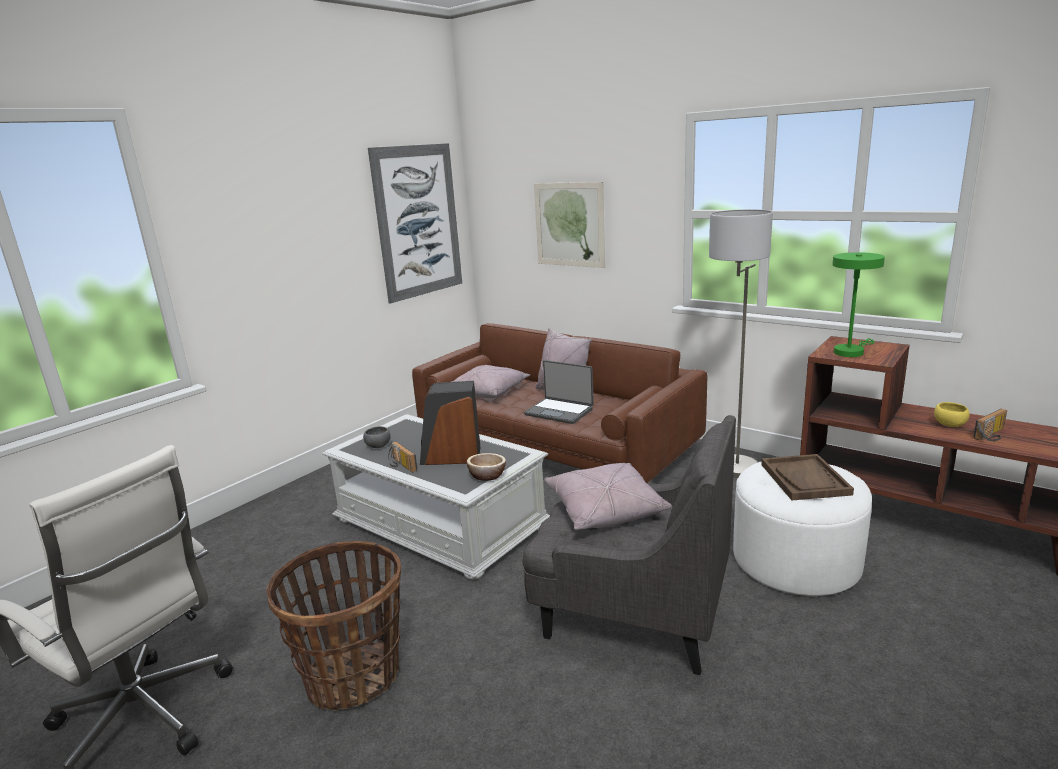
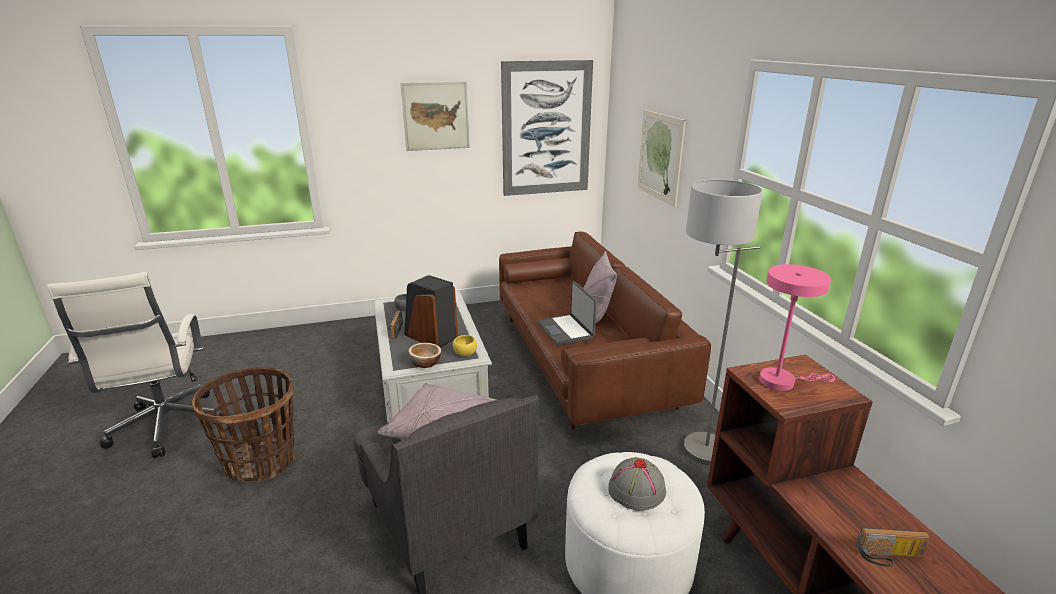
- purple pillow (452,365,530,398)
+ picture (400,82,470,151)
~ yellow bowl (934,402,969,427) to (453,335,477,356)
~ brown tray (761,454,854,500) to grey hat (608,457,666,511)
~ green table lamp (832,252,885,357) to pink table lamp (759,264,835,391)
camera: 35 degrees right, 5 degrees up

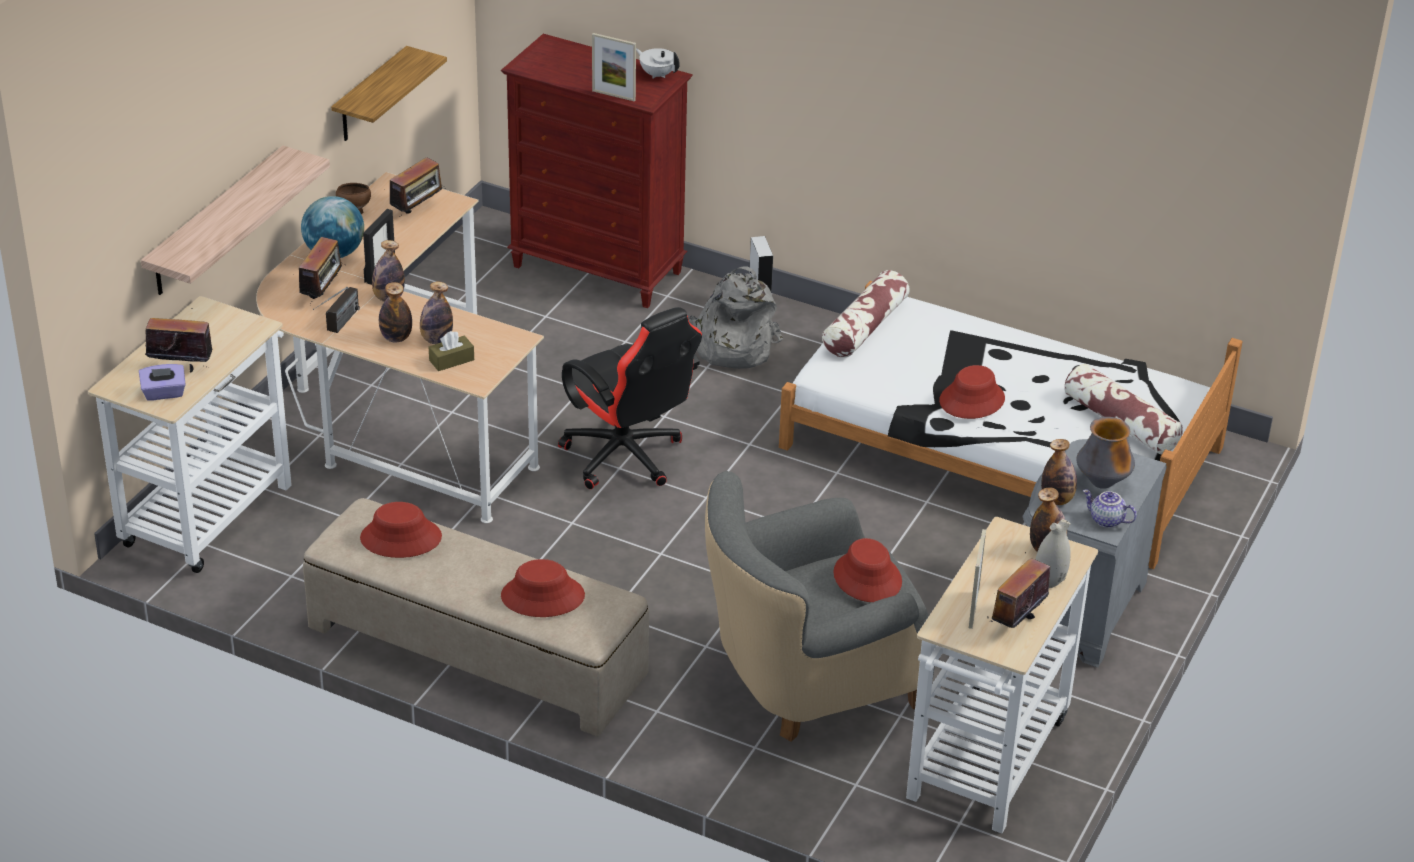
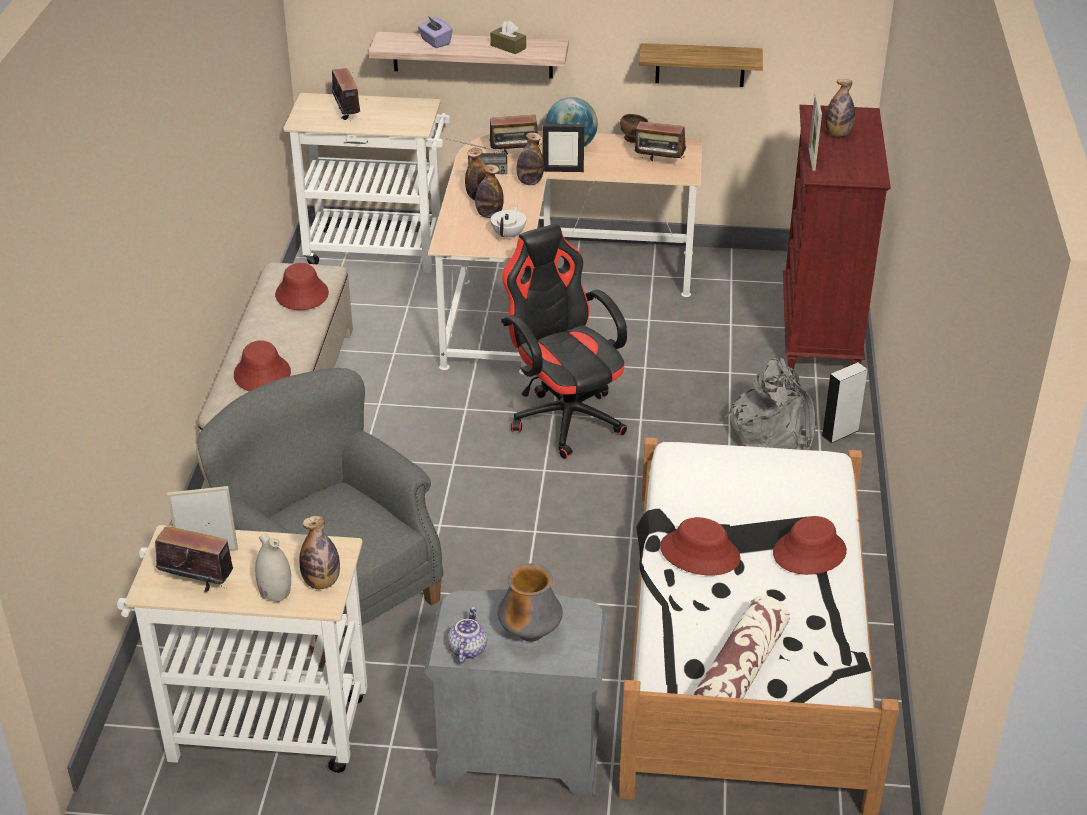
- pillow (822,270,910,358)
~ purple tissue box (139,364,186,401) to (418,16,452,48)
~ brown tissue box (429,331,474,371) to (490,20,526,54)
~ white teapot (636,48,680,78) to (491,205,526,240)
~ red hat (833,538,902,602) to (773,516,847,575)
~ bottle (1041,439,1077,505) to (825,79,855,137)
~ black office chair (558,307,702,489) = (501,224,627,459) 120 degrees clockwise
camera: 70 degrees right, 0 degrees up

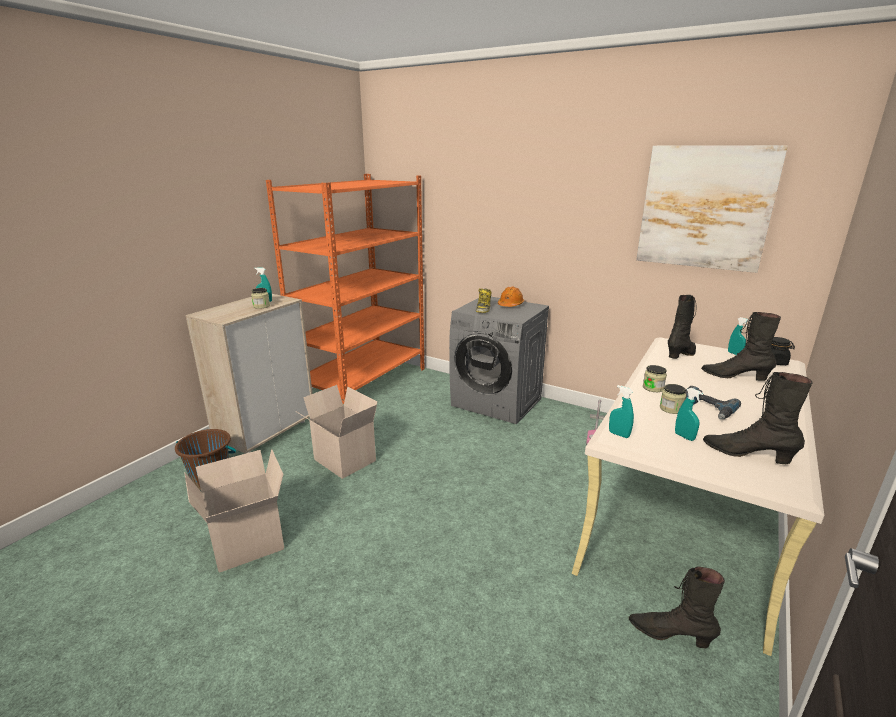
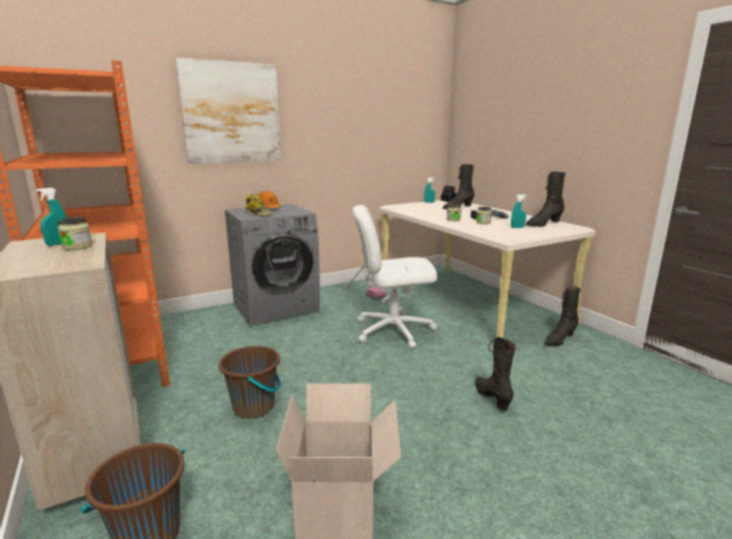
- turquoise spray bottle (609,385,634,438)
+ white office chair (352,205,437,349)
~ picture (636,145,788,273) to (175,58,281,164)
~ black boot (668,295,696,359) to (475,337,516,411)
~ cardboard box (295,385,378,479) to brown bucket (219,346,281,419)
camera: 60 degrees left, 5 degrees down

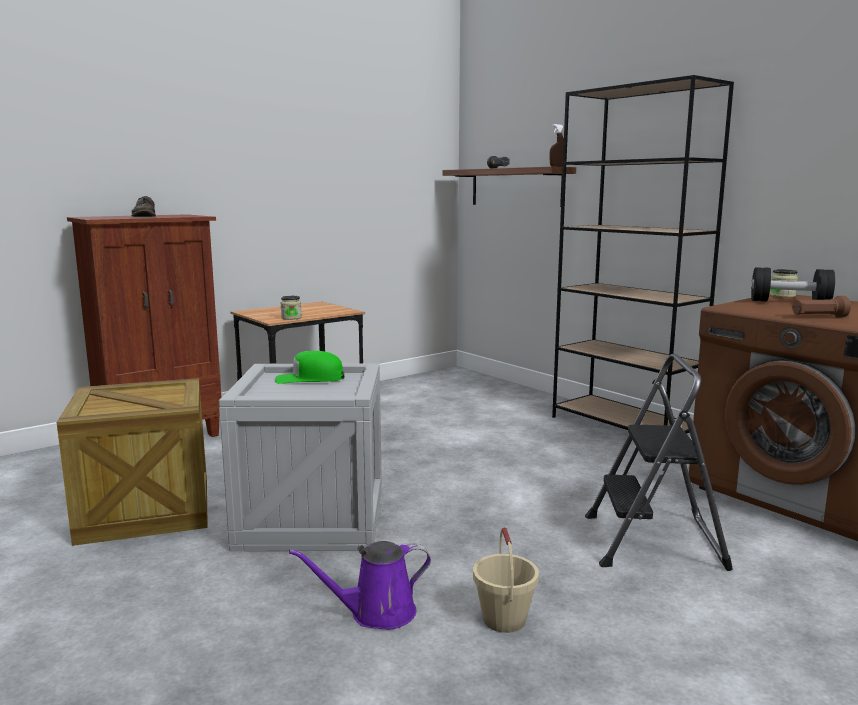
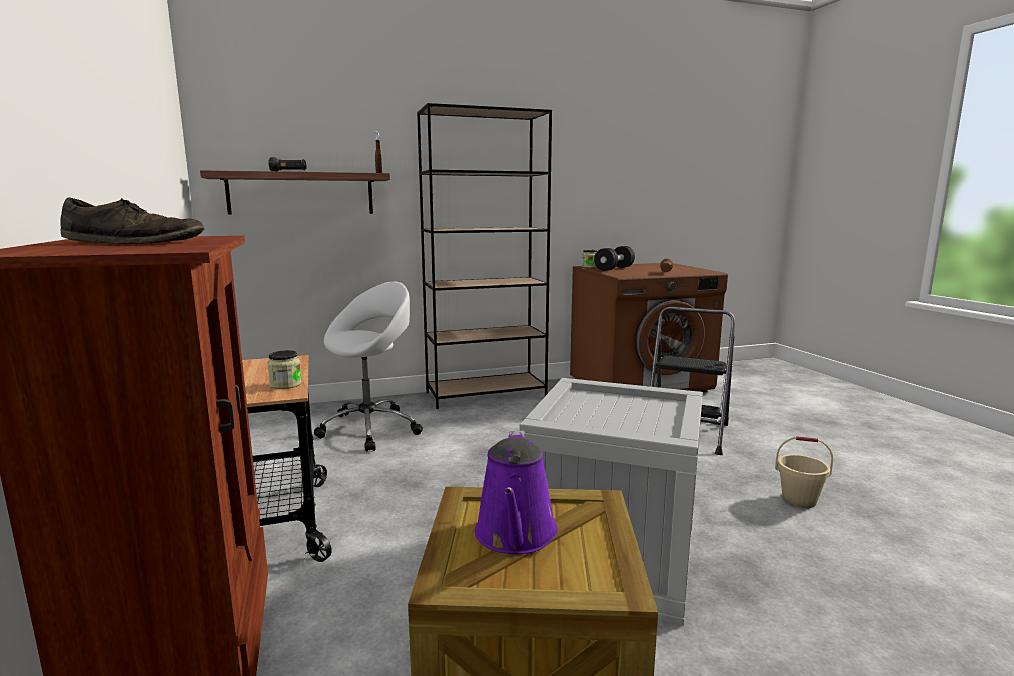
- green cap (275,351,344,384)
+ white office chair (314,281,423,451)
~ purple watering can (289,541,431,630) to (475,431,558,554)
camera: 70 degrees left, 0 degrees up

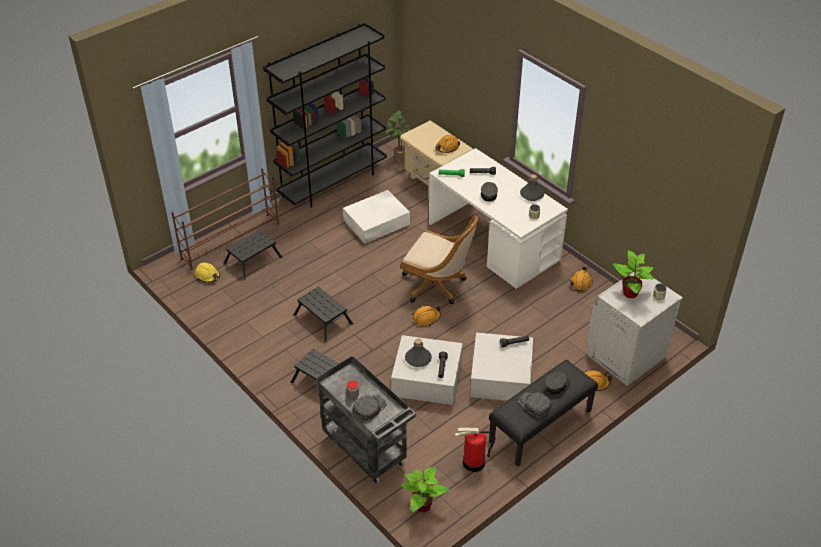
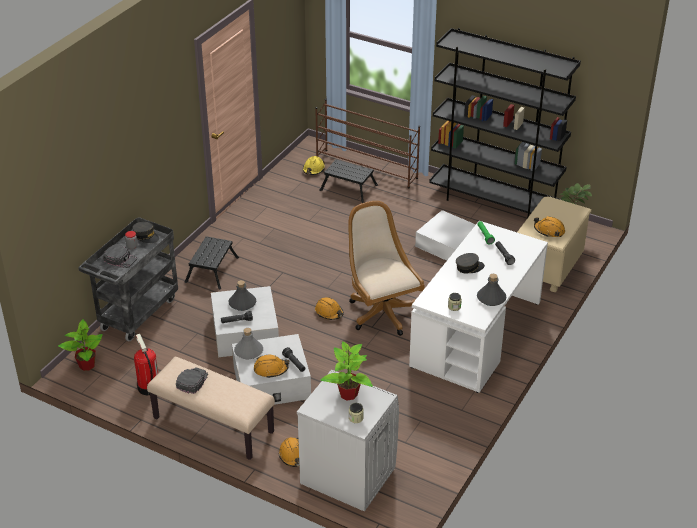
- black step ladder (293,286,354,342)
+ grey bottle (234,328,263,359)
~ grey cap (545,372,571,394) to (132,222,159,243)
~ orange hard hat (570,266,593,291) to (254,355,289,378)
~ black bench (489,360,598,467) to beige bench (147,357,275,460)
~ office chair (400,216,478,304) = (348,201,424,336) 150 degrees clockwise
camera: 70 degrees right, 5 degrees down

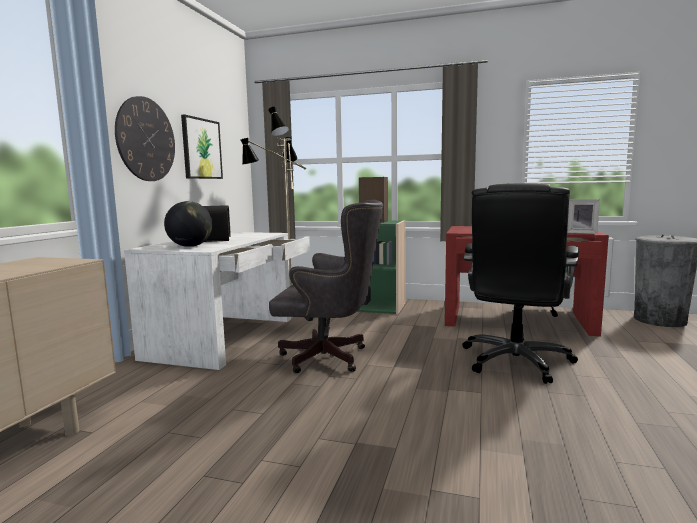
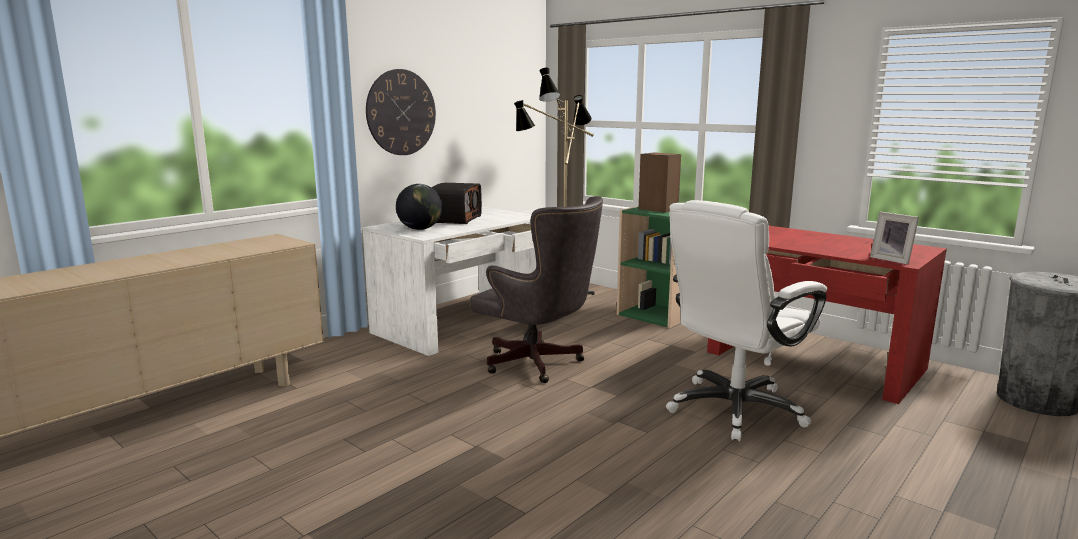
- picture (181,114,223,179)
~ black office chair (462,183,580,384) to white office chair (666,200,827,441)
camera: 25 degrees right, 5 degrees up

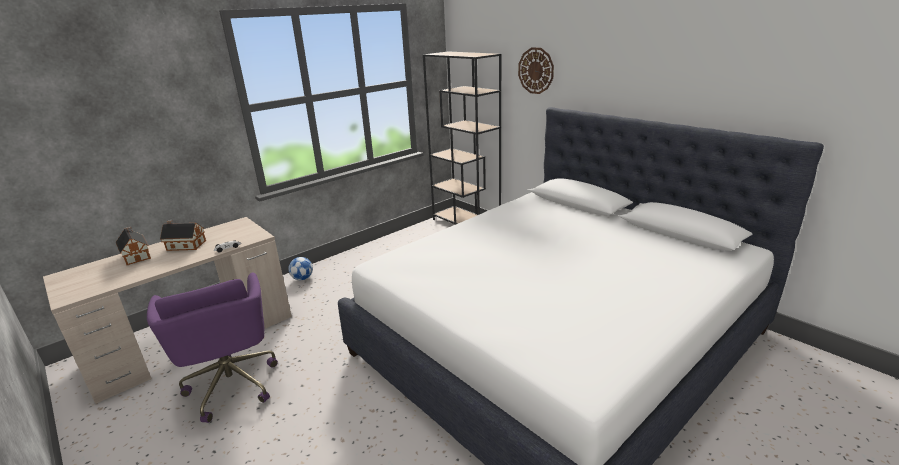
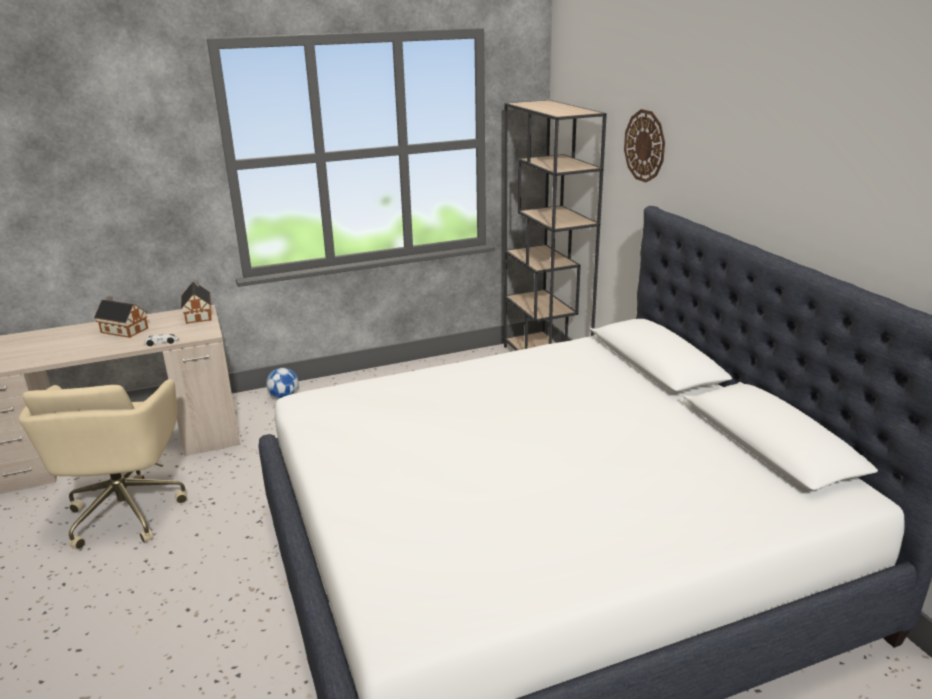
~ toy house (116,226,151,265) to (181,280,212,324)
~ purple office chair (147,272,278,423) to beige office chair (19,379,187,550)
camera: 20 degrees right, 0 degrees up

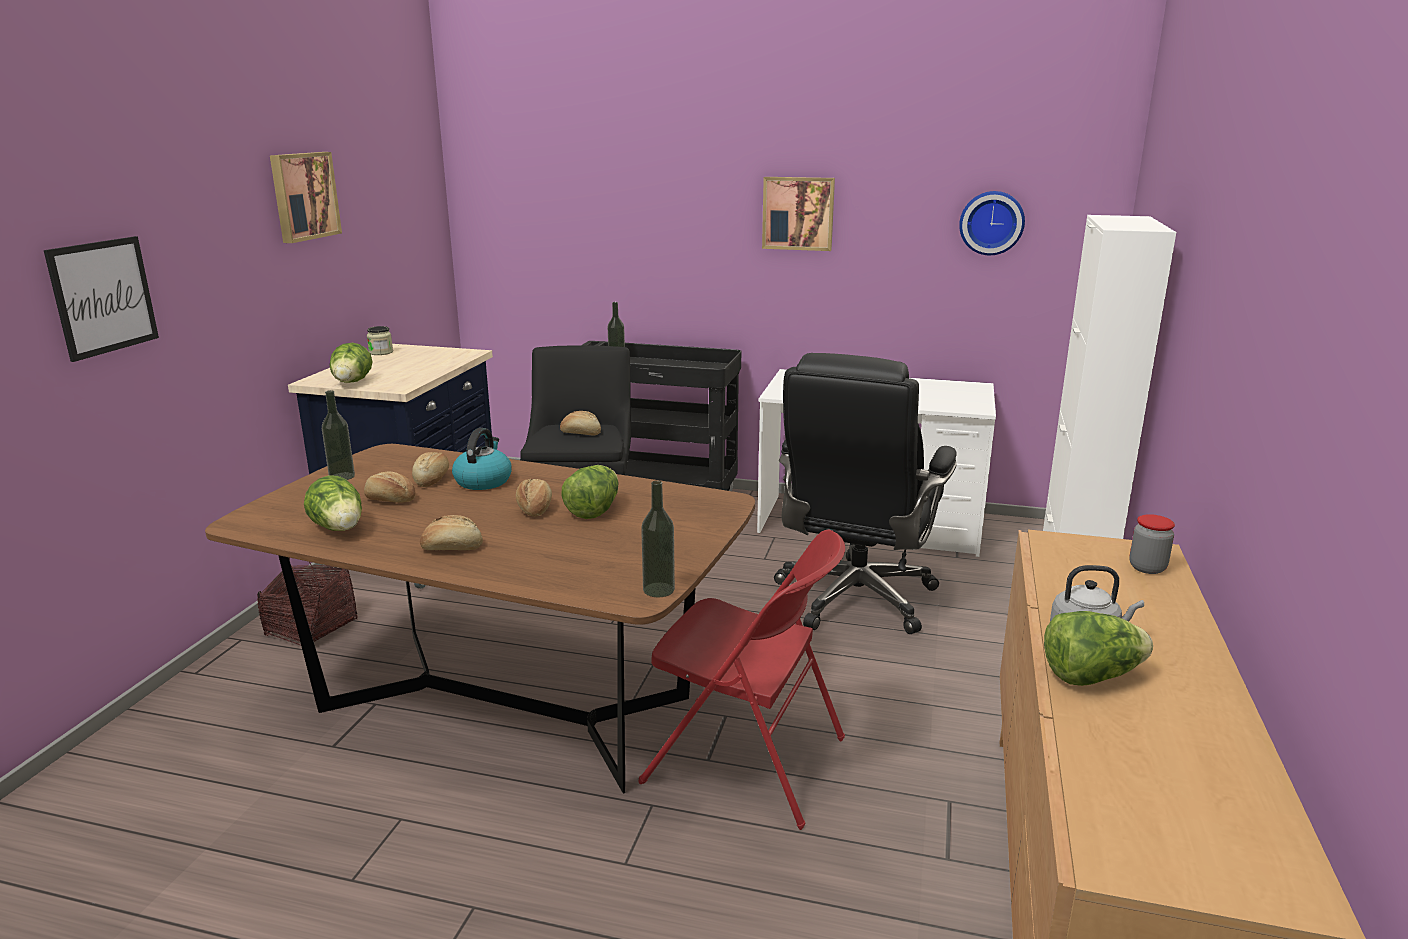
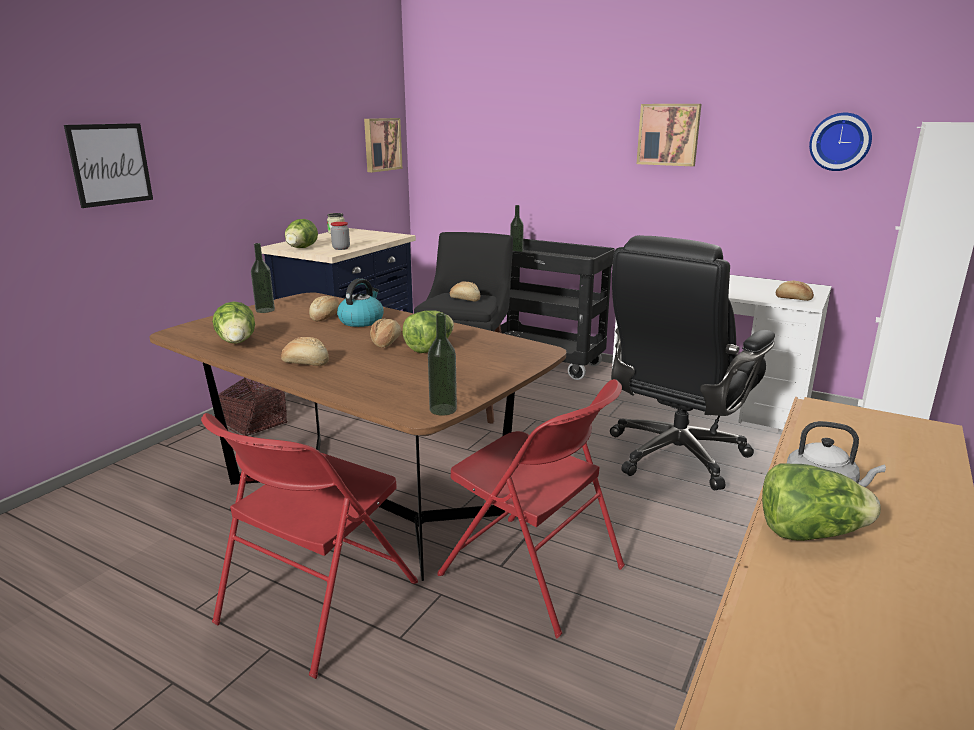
+ red chair (201,413,418,679)
~ picture (270,152,342,243) to (364,118,402,172)
~ bread (364,471,416,503) to (776,281,814,301)
~ jar (1129,514,1175,574) to (331,222,350,250)
camera: 15 degrees right, 0 degrees up

